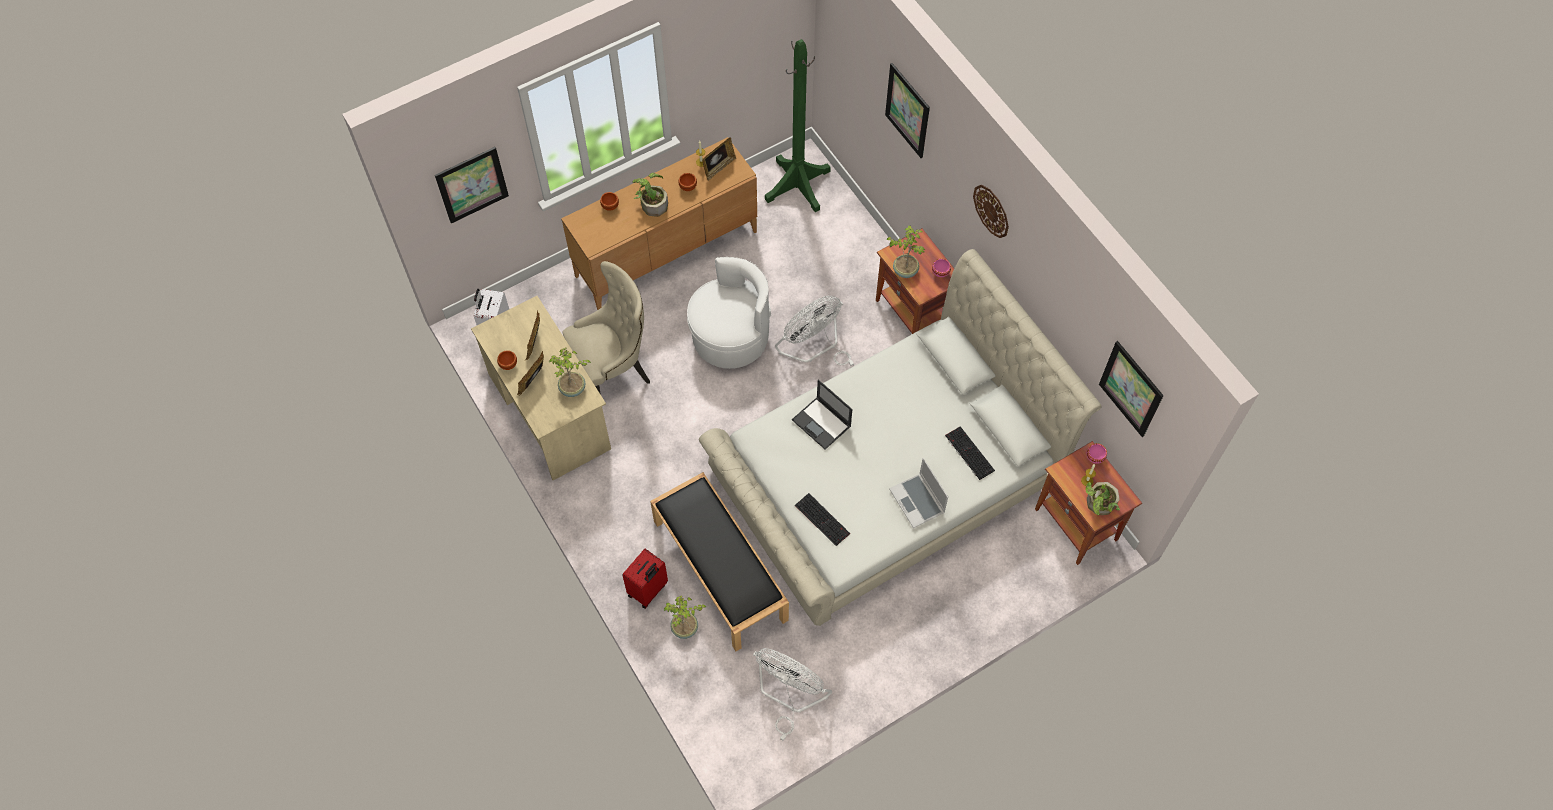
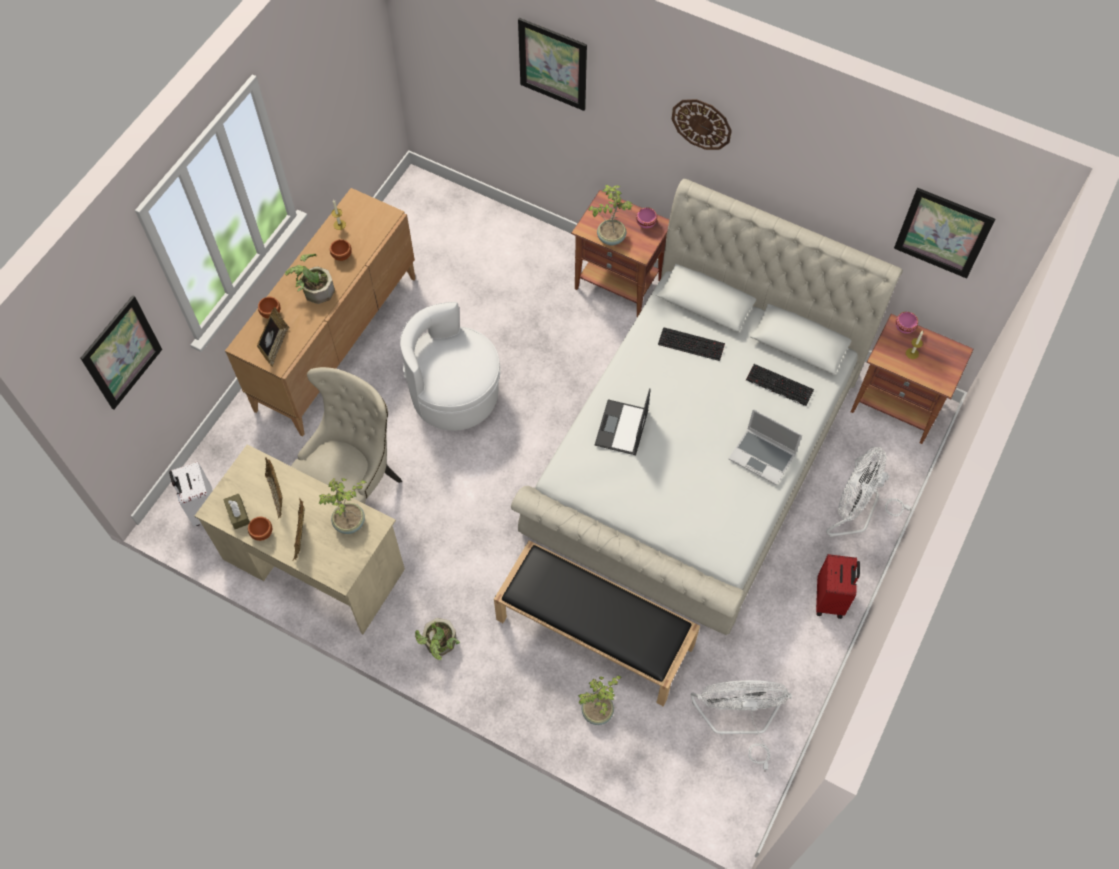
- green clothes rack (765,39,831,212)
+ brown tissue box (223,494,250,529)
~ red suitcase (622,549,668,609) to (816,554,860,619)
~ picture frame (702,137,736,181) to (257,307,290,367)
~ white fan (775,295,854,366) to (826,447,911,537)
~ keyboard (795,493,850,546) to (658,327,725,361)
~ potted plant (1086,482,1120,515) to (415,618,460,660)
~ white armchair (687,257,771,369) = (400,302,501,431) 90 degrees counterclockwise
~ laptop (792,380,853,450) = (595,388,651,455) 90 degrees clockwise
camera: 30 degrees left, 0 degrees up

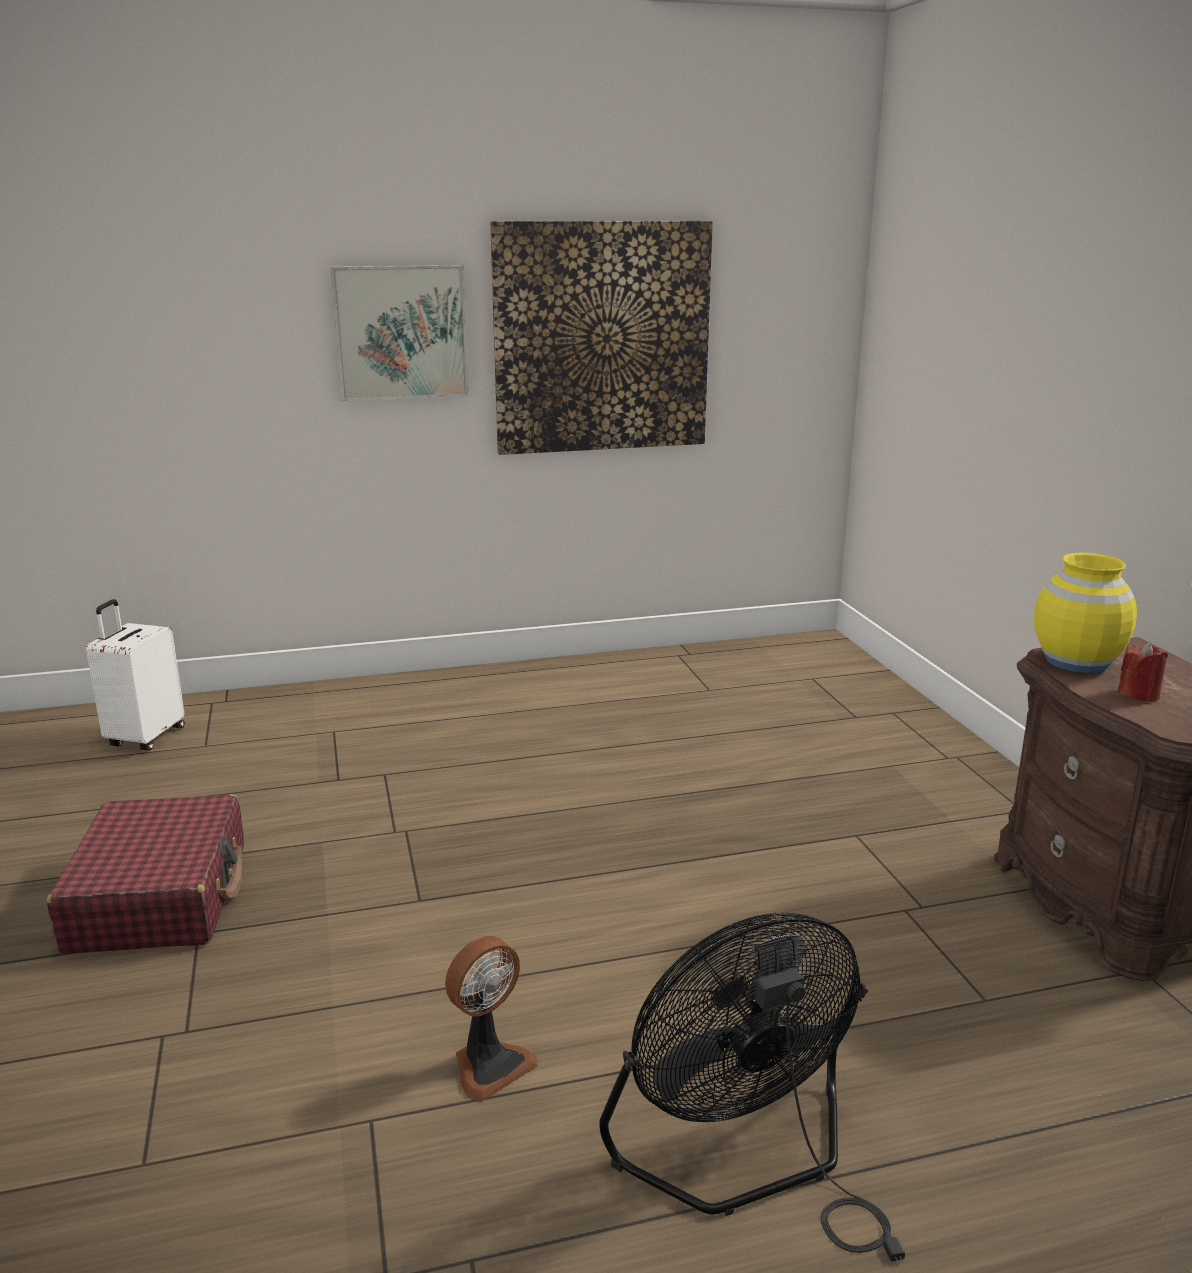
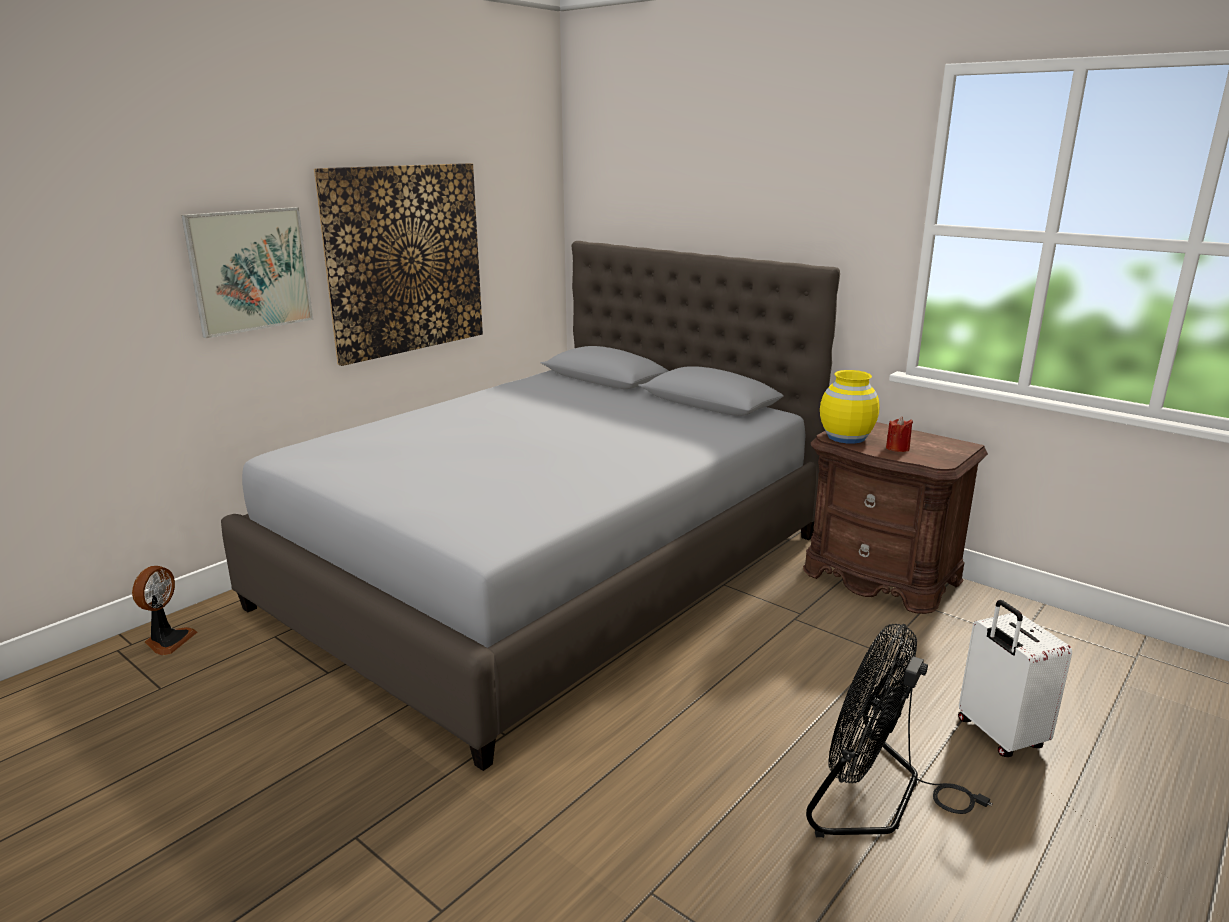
- red suitcase (47,794,244,954)
+ grey bed (221,241,840,771)
~ white suitcase (86,599,185,751) to (958,600,1072,757)
~ fan (445,936,538,1101) to (132,566,197,655)
camera: 35 degrees left, 0 degrees up

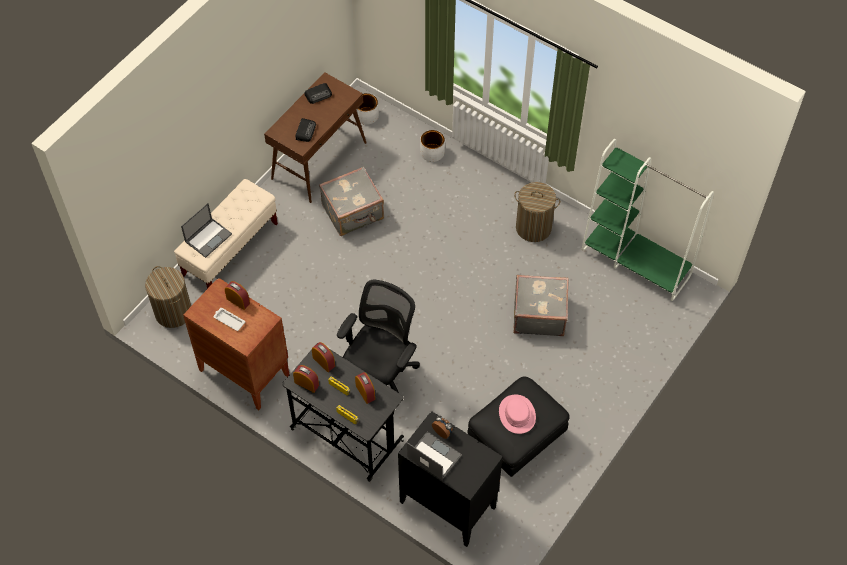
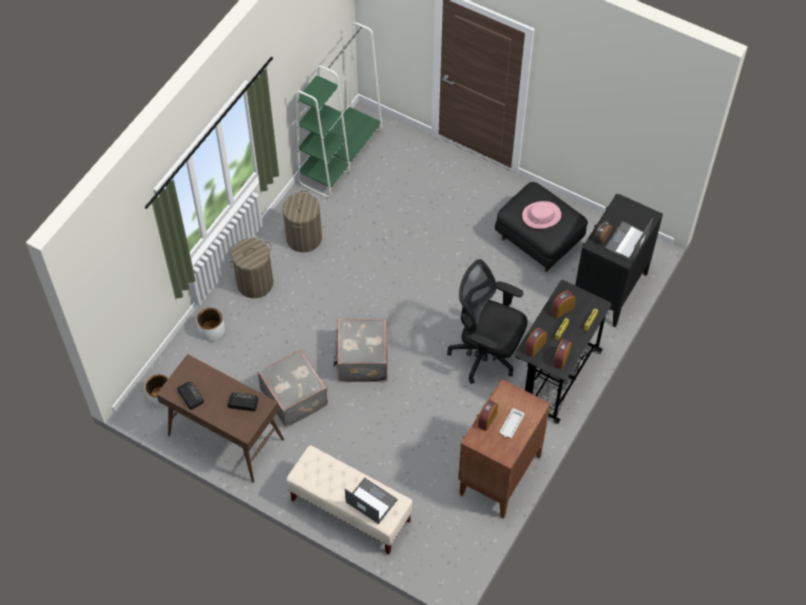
~ laundry basket (145,266,191,328) to (229,238,273,298)
~ grey suitcase (513,275,569,336) to (333,318,387,382)
camera: 95 degrees left, 0 degrees up

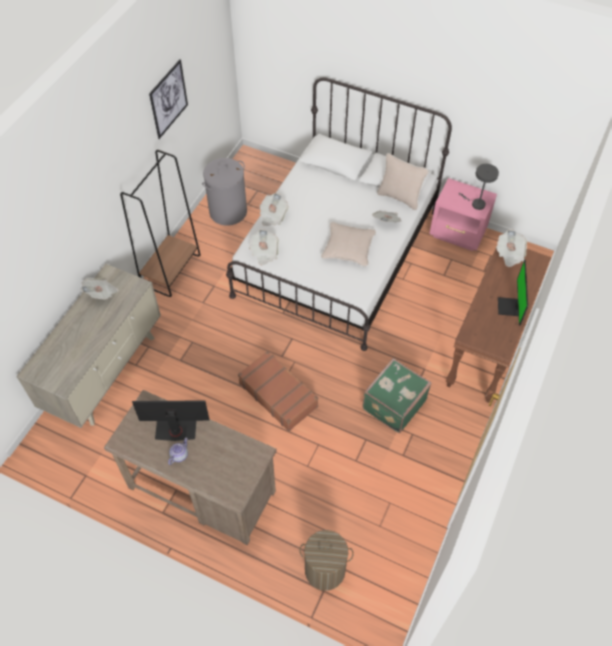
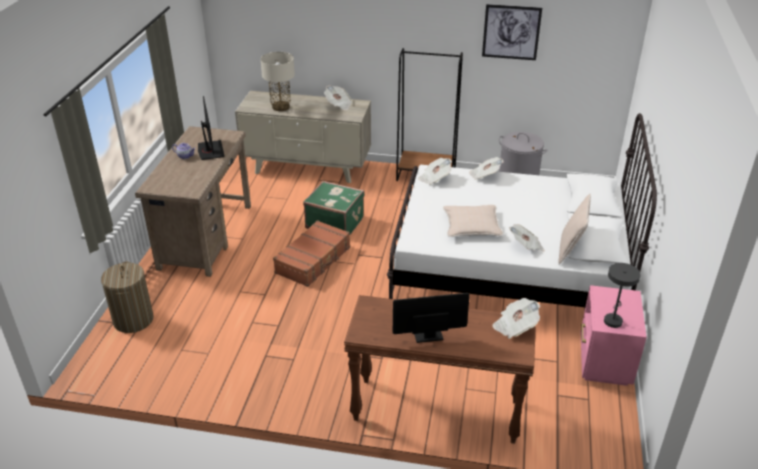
+ table lamp (260,52,295,111)
~ green suitcase (362,358,432,433) to (303,181,365,234)
camera: 75 degrees right, 20 degrees down

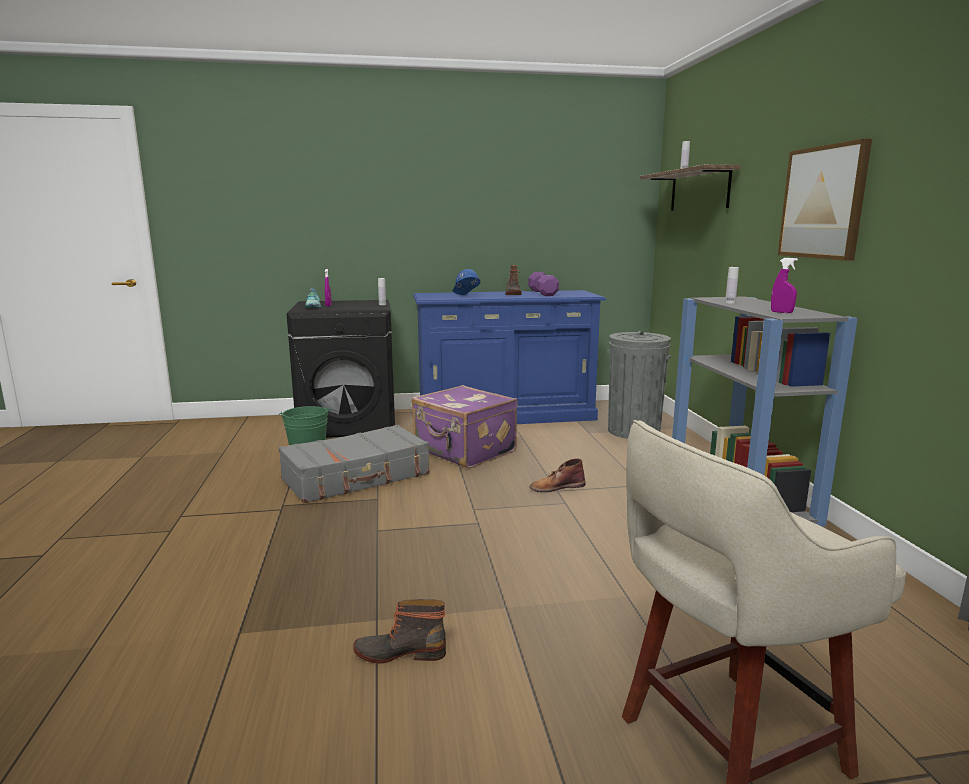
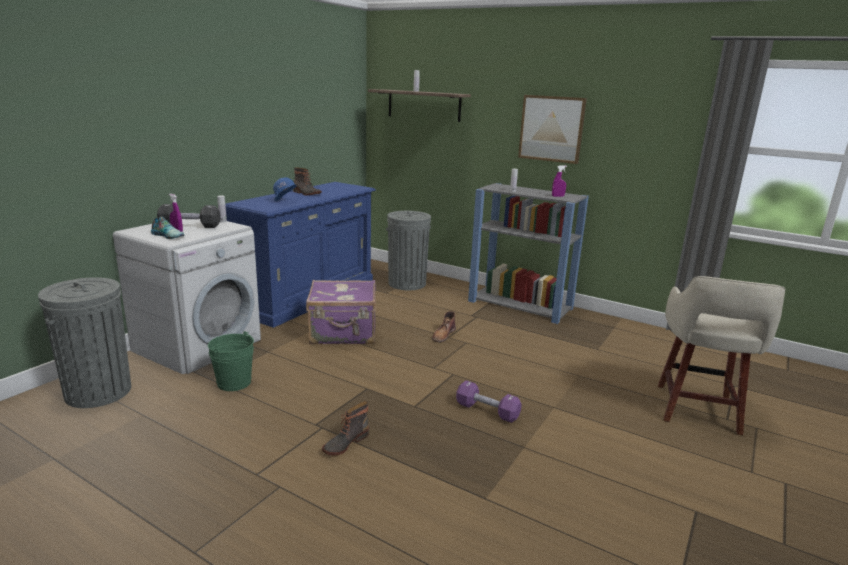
- grey suitcase (279,425,429,503)
+ grey trash can (38,277,131,408)
+ black dumbbell (157,204,220,228)
~ boot (353,599,446,664) to (322,401,369,456)
~ purple dumbbell (528,272,559,296) to (456,380,522,423)
~ black washing machine (287,300,395,438) to white washing machine (113,219,261,374)
camera: 50 degrees left, 5 degrees up

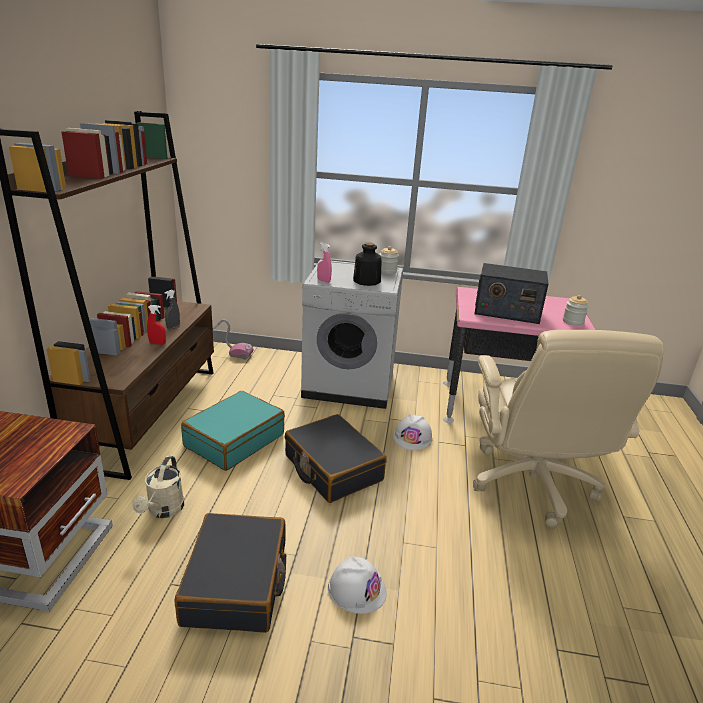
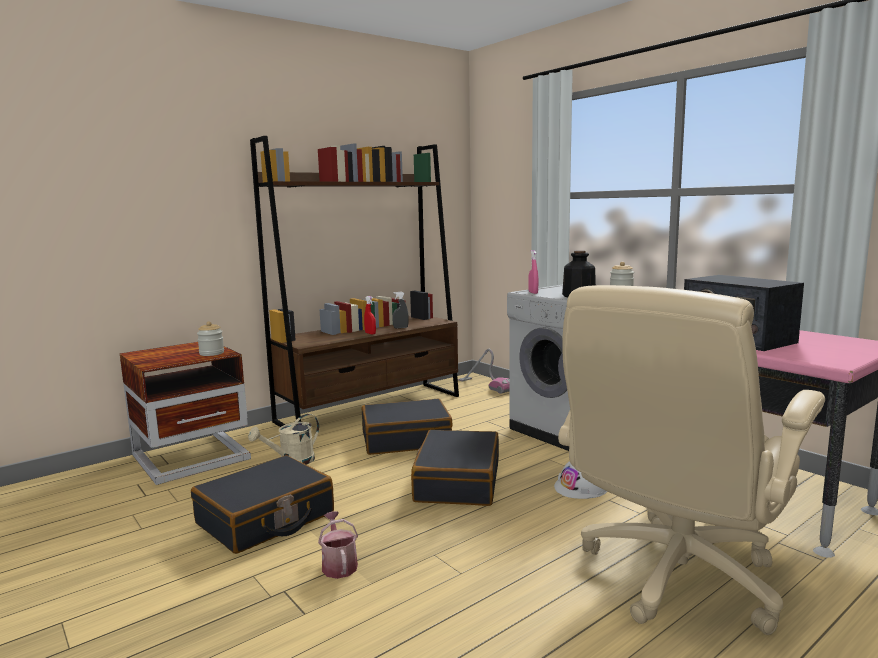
~ jar (563,295,589,326) to (197,321,224,356)
~ white hard hat (328,556,387,614) to watering can (318,511,358,579)
~ turquoise suitcase (181,391,285,471) to black suitcase (362,399,453,455)
camera: 45 degrees right, 15 degrees down

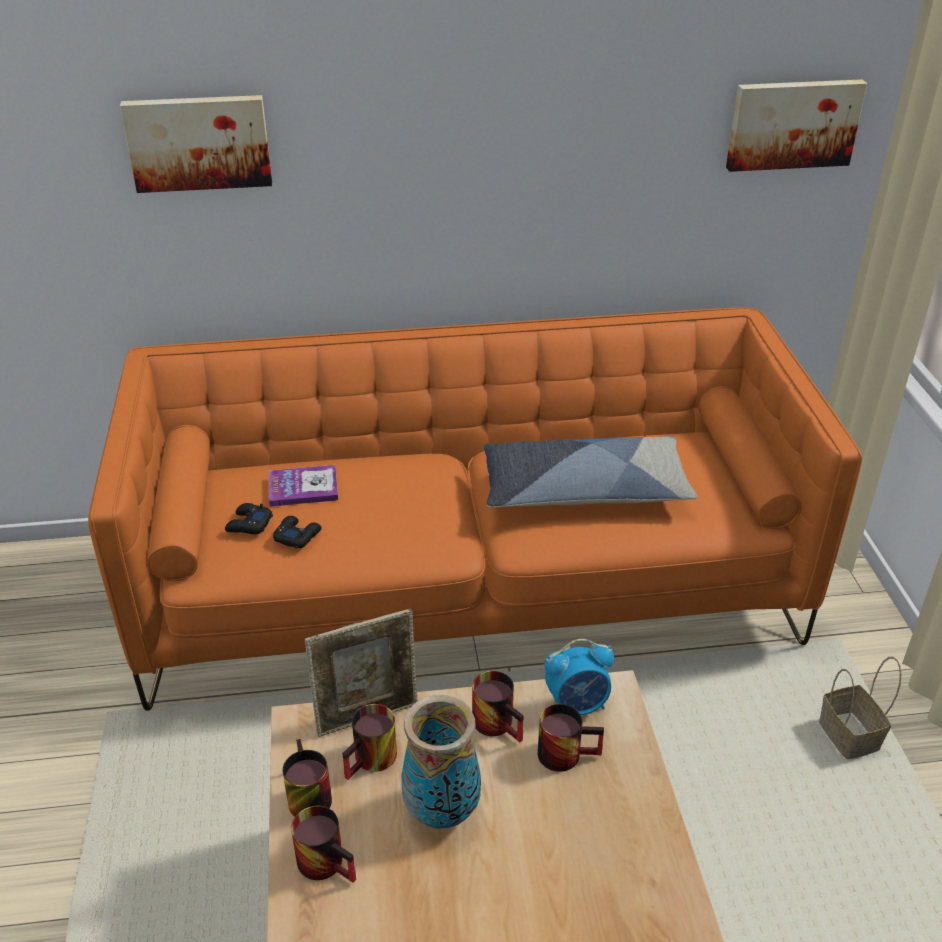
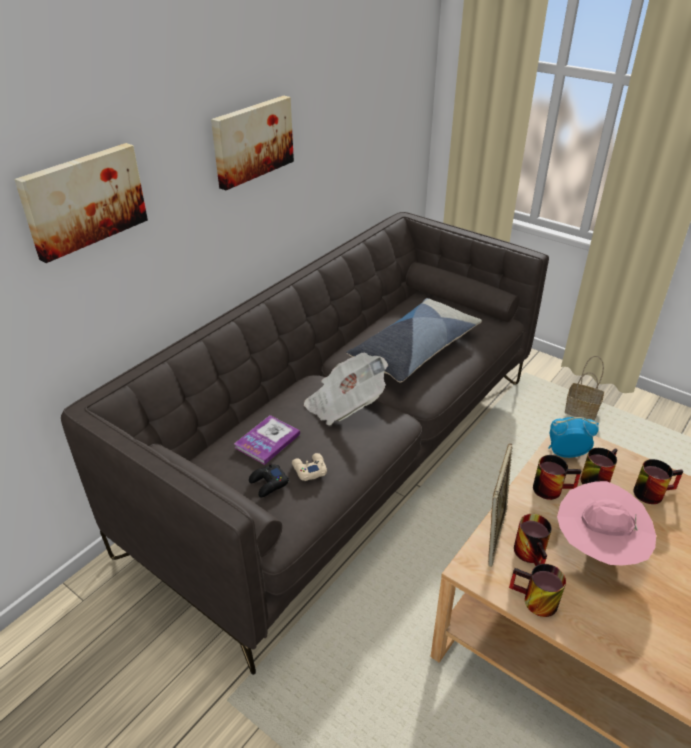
+ newspaper (304,352,388,425)
~ mug (291,806,356,883) to (633,459,683,504)
~ picture (726,79,867,172) to (211,96,294,190)
~ vase (401,695,481,829) to pink hat (557,481,656,566)
~ orange sofa (88,308,862,711) to grey sofa (61,212,549,675)
~ black game controller (273,516,322,549) to beige game controller (292,453,327,481)
~ alarm clock (545,639,614,715) = (548,417,599,458) 120 degrees counterclockwise
camera: 45 degrees left, 0 degrees up

